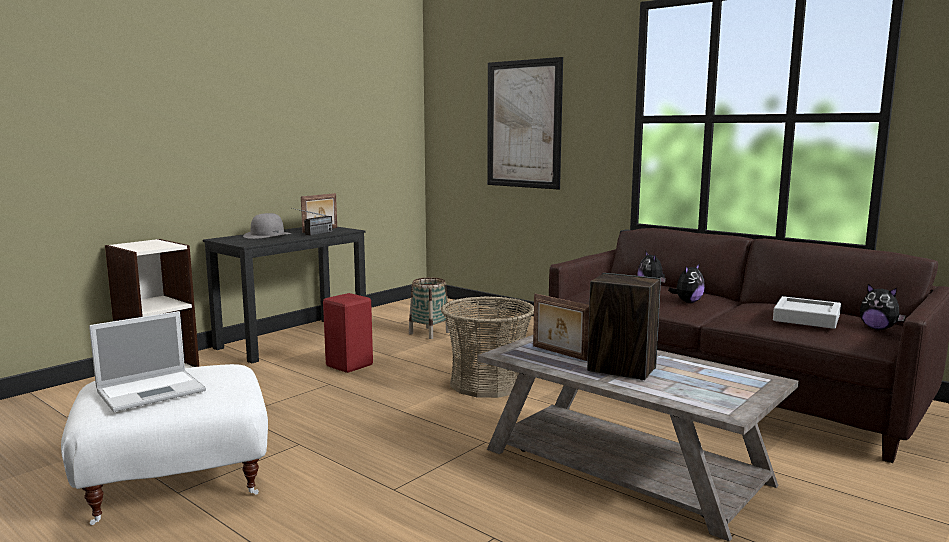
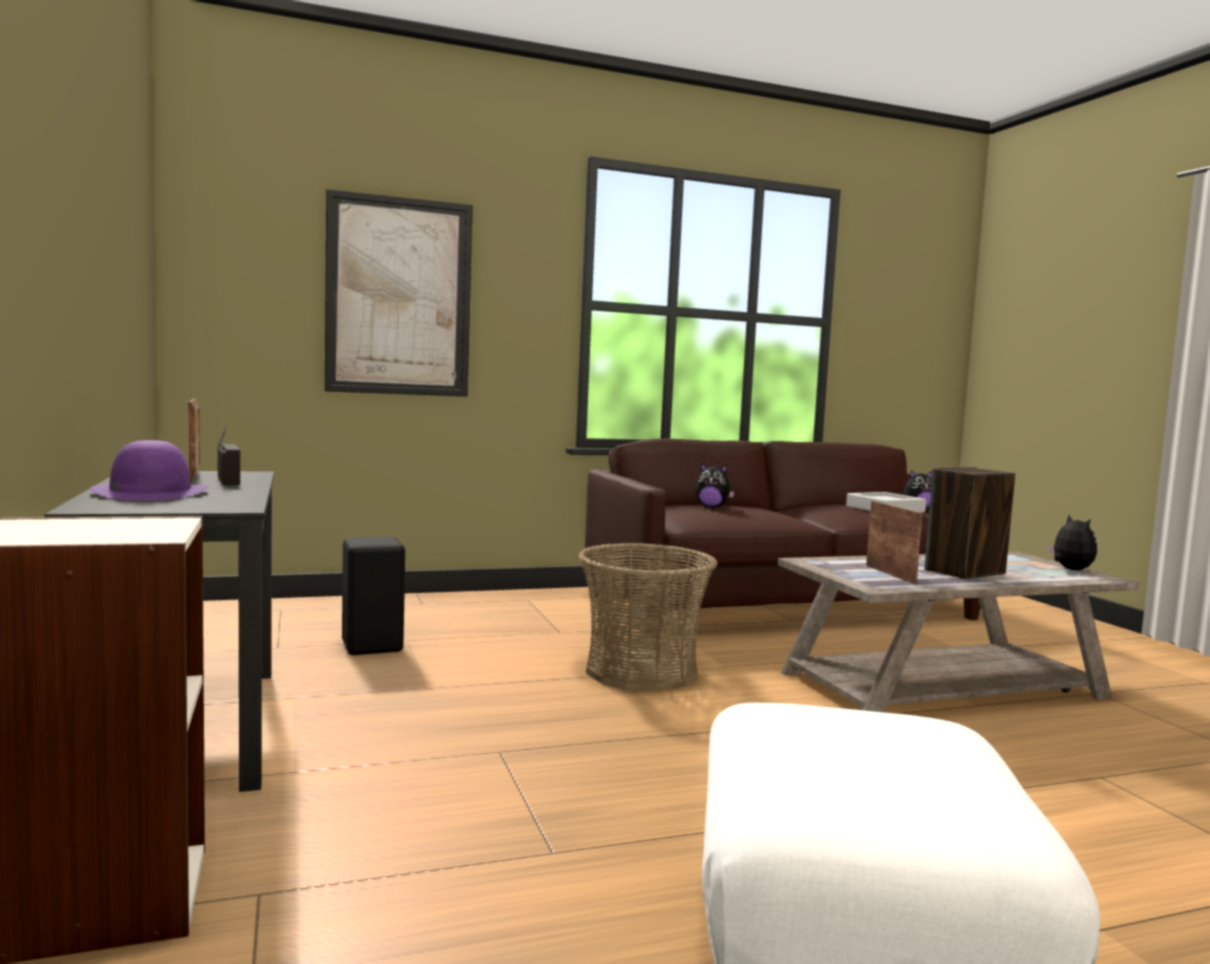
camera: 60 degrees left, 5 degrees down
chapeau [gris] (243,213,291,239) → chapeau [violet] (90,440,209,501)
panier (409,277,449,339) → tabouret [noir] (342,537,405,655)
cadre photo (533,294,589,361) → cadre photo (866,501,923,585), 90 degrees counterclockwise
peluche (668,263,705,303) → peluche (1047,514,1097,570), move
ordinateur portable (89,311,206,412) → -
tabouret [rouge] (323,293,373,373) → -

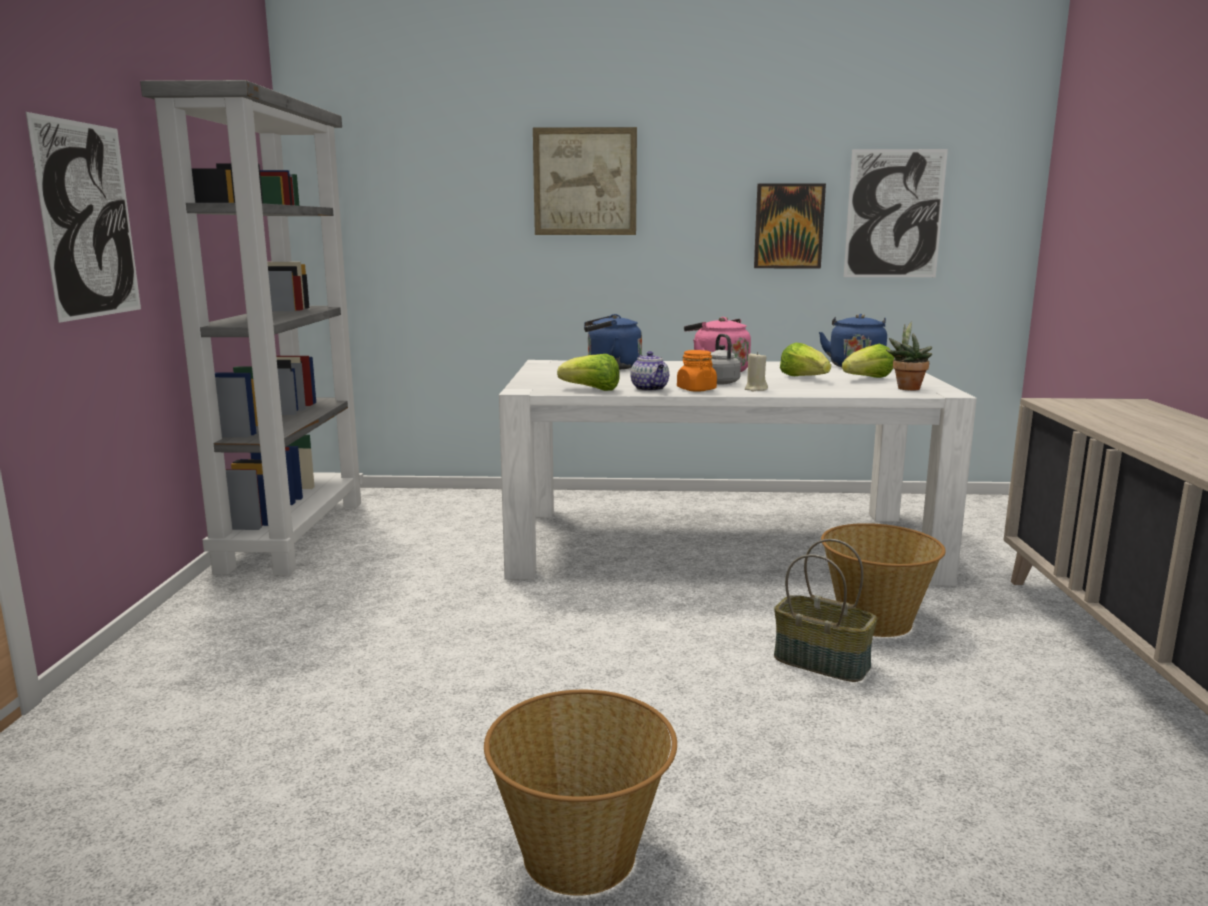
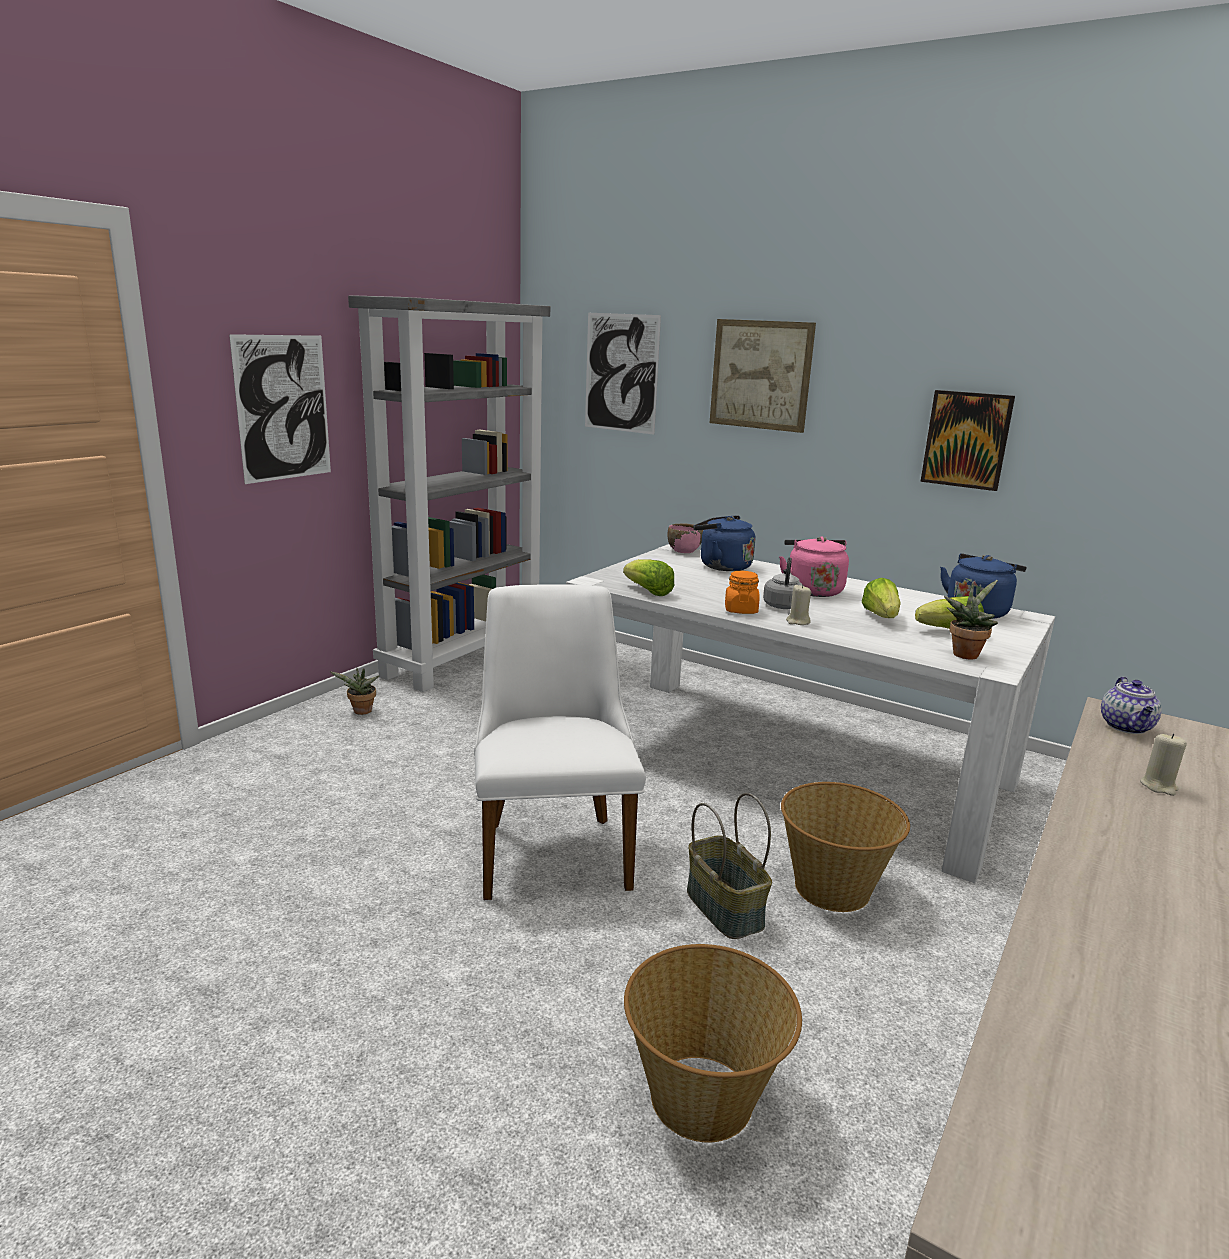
camera: 30 degrees right, 5 degrees up
- → plante en pot (329,667,379,715)
- → chaise [blanc] (474,584,646,900)
tableau (844,149,948,277) → tableau (585,313,661,435), move
panier (484,690,677,896) → panier (624,944,802,1143), move
- → bol [rose] (667,524,703,553)
théière (630,351,669,391) → théière (1101,677,1162,734), move
- → bougie [beige] (1140,733,1187,796)

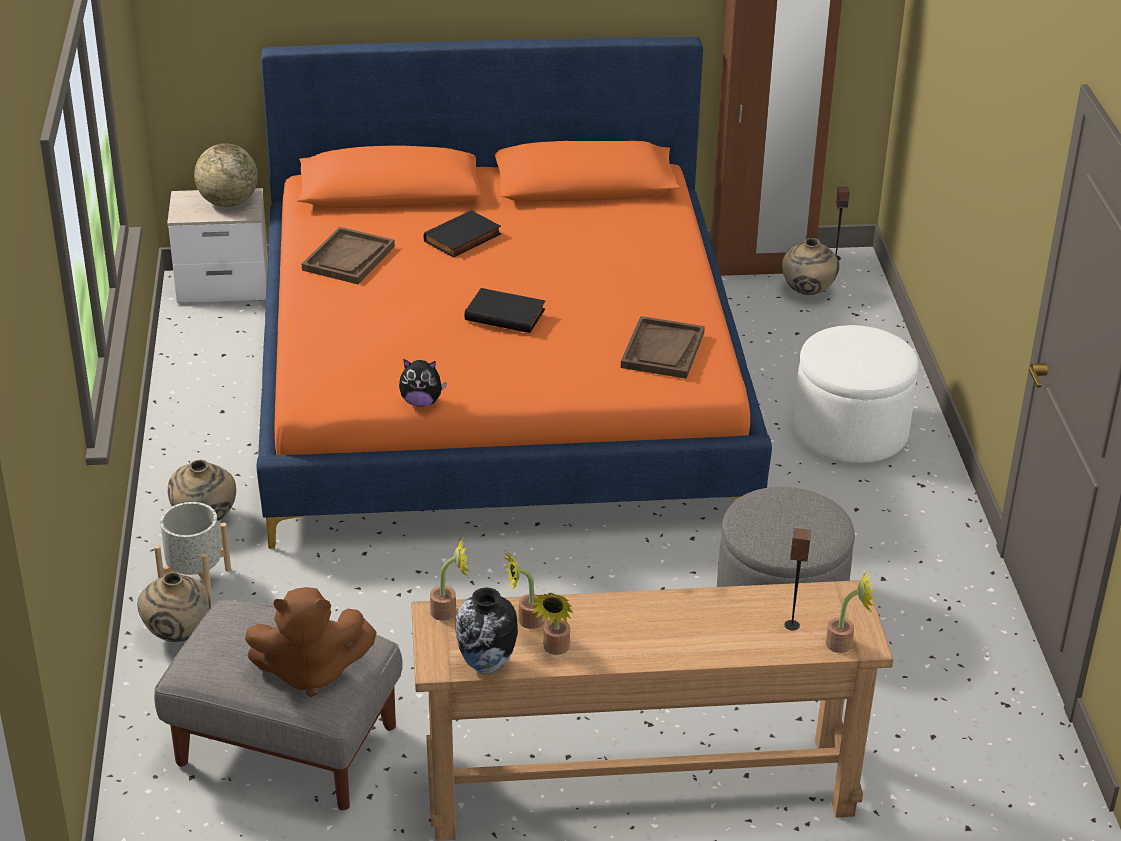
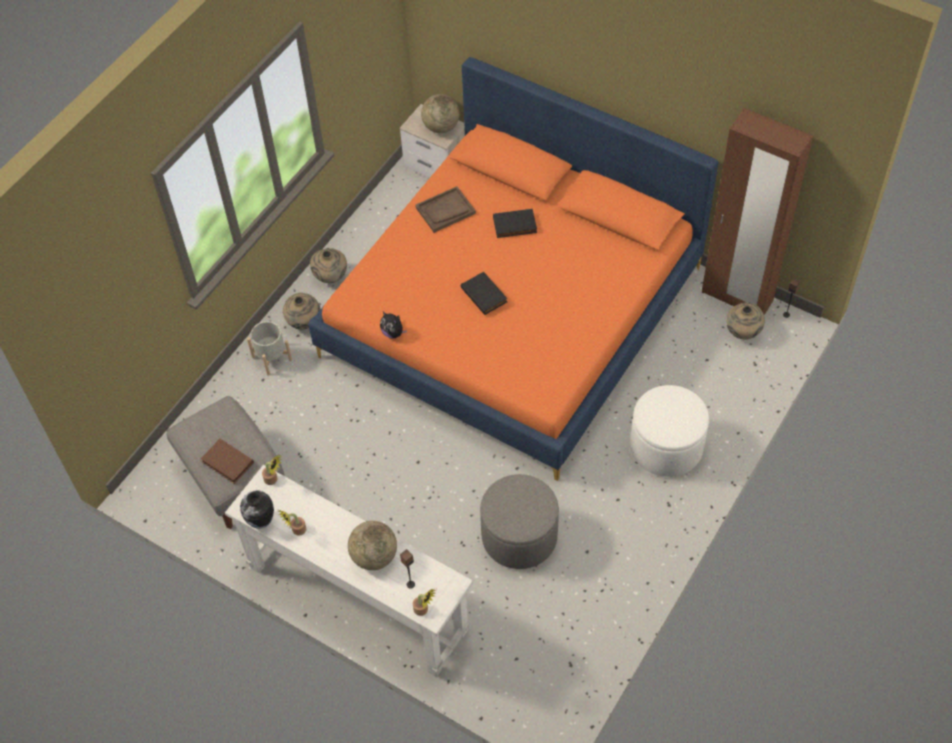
camera: 40 degrees right, 20 degrees up
peluche [marron] (245,587,377,697) → livre [marron] (201,438,254,484)
table console [marron] (411,580,894,841) → table console [blanc] (225,465,473,677)
vase [beige] (138,572,211,642) → vase [beige] (310,248,347,283), move
- → globe (348,521,397,570)
plante en pot (504,551,545,629) → -
plateau [marron] (621,316,705,379) → -

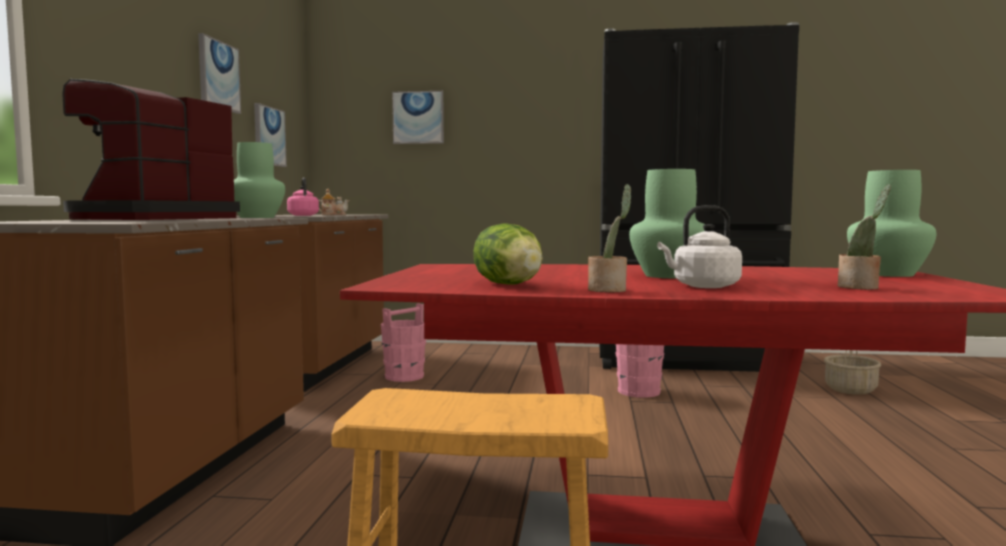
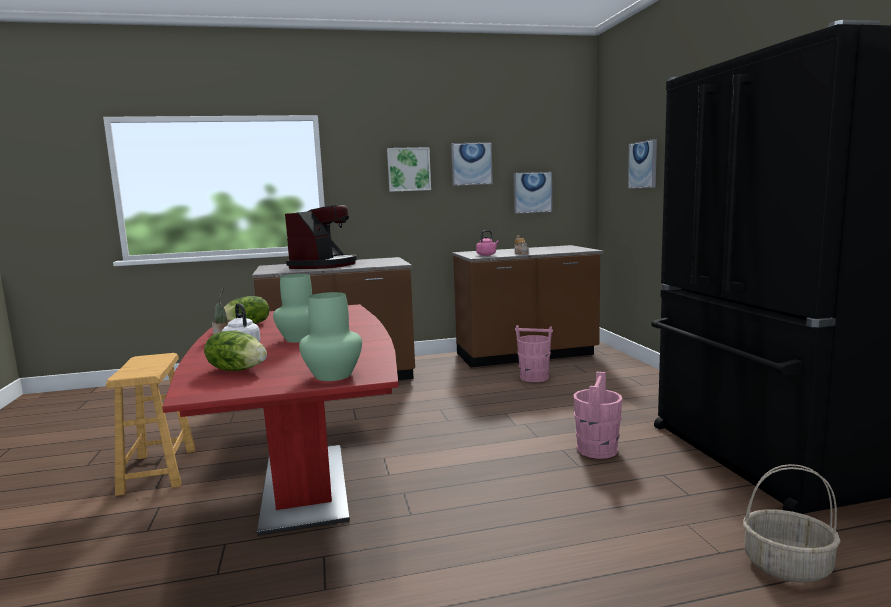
camera: 70 degrees right, 5 degrees up
plante en pot (838,184,891,290) → laitue (204,331,267,371)
machine à café (62,79,240,220) → machine à café (285,204,357,269), 105 degrees clockwise
- → tableau (387,147,431,192)
vase [vert] (234,142,285,218) → -

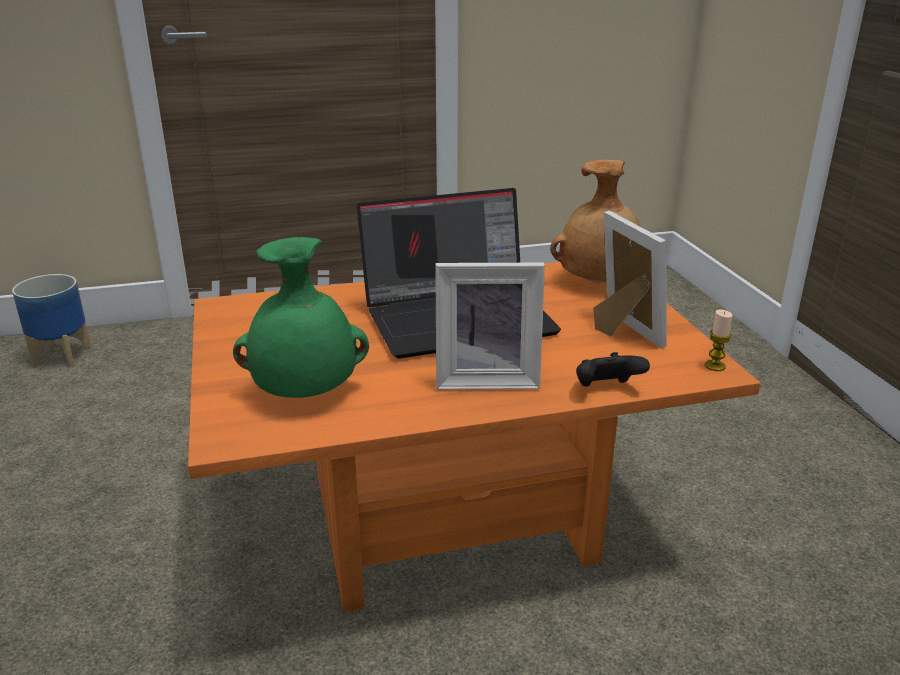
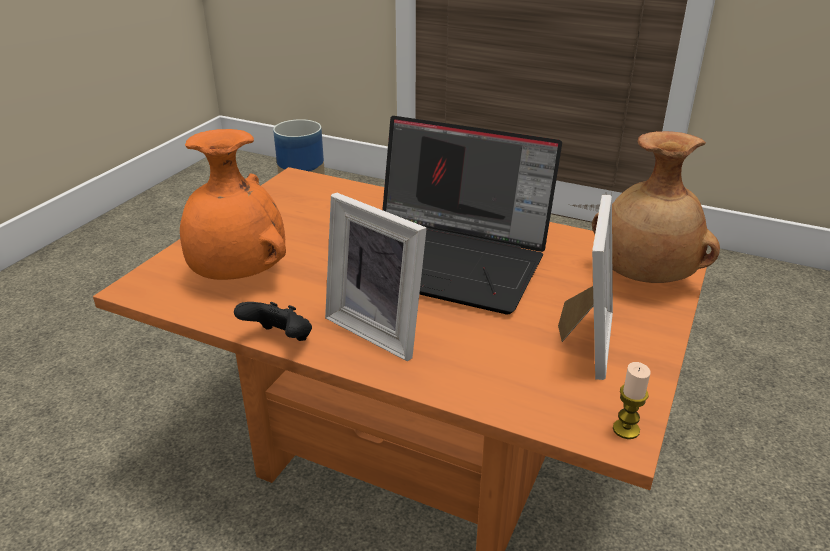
camera: 40 degrees right, 5 degrees up
vase [vert] (233,237,369,398) → vase [orange] (180,129,286,280)
manette [noir] (576,352,650,387) → manette [noir] (234,302,312,341), move

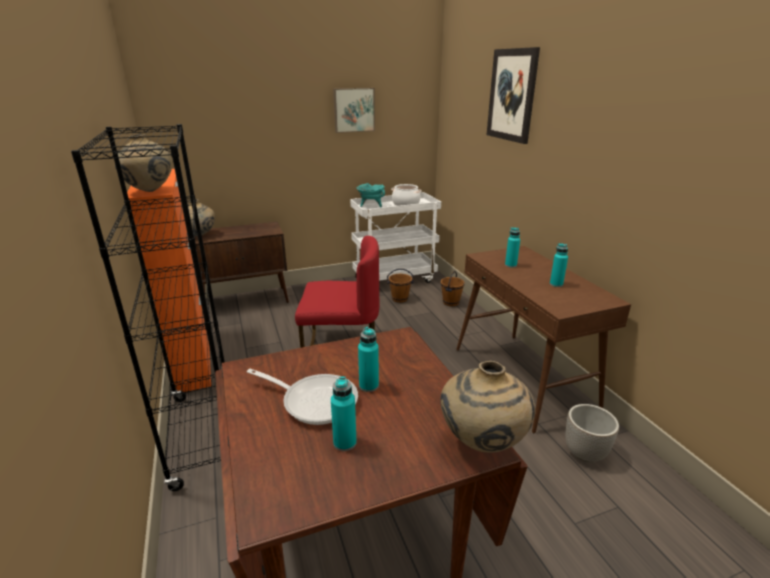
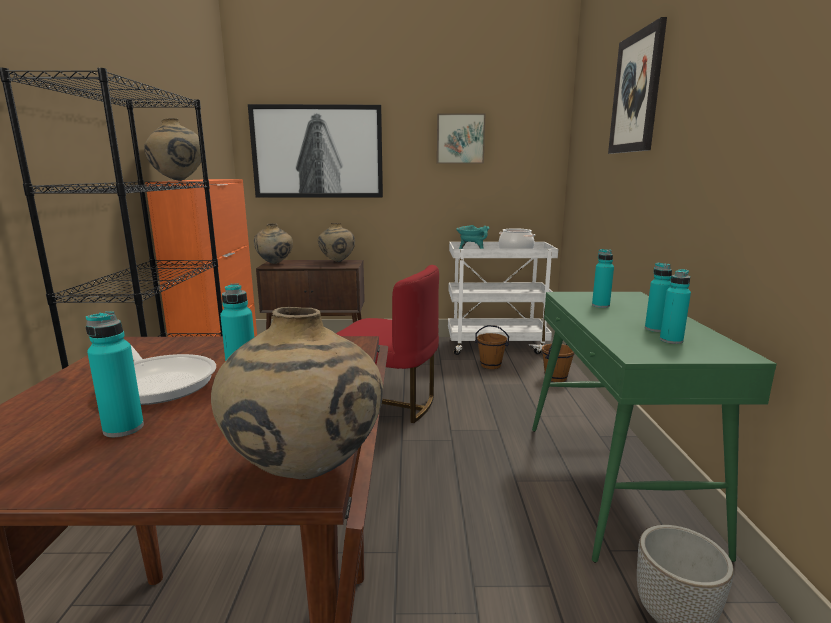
camera: 20 degrees right, 10 degrees down
- → tableau (248,104,383,198)
- → vase [beige] (318,223,355,262)
table console [marron] (456,246,631,433) → table console [vert] (532,292,777,563)
- → bouteille [turquoise] (660,269,691,344)

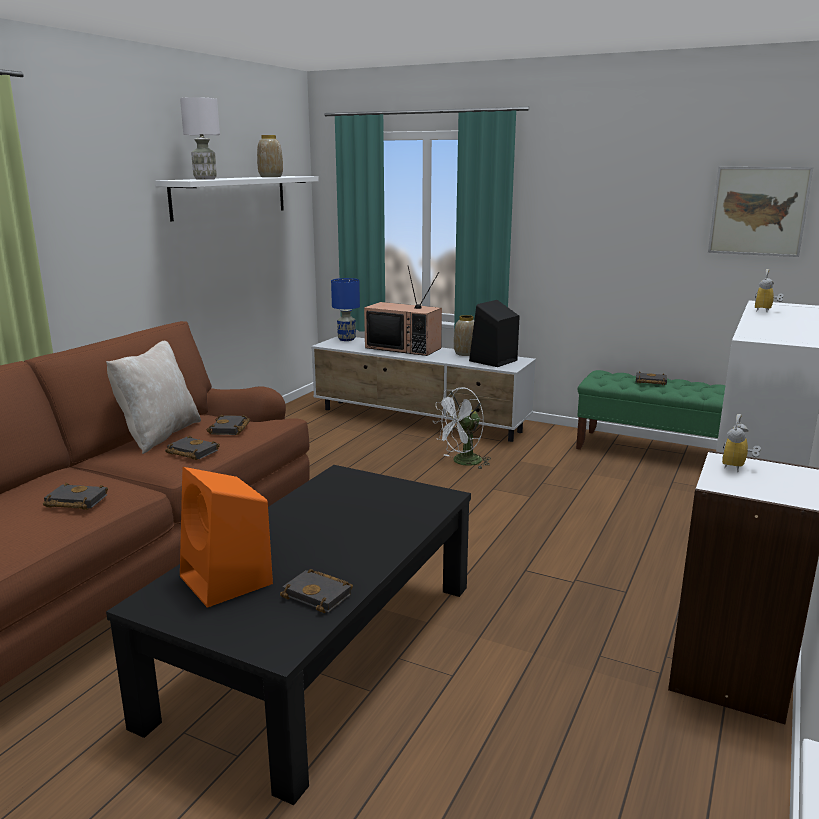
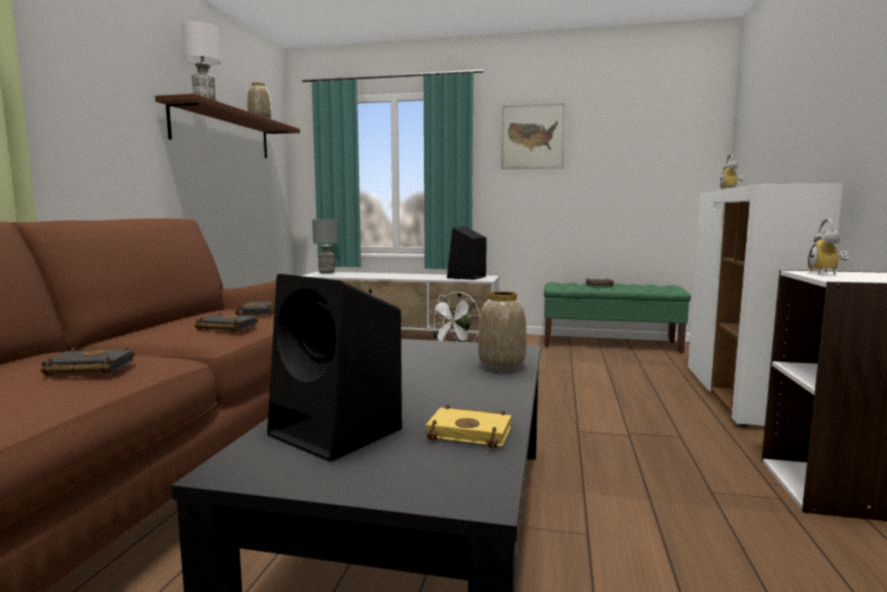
camera: 15 degrees left, 10 degrees down
étagère [blanc] (155,176,319,221) → étagère [marron] (155,94,300,158)
enceinte [orange] (180,467,273,608) → enceinte [noir] (267,274,402,462)
lampe de table [bleu] (331,278,360,341) → lampe de table [gris] (312,219,338,274)
livre [noir] (280,569,353,613) → livre [jaune] (426,404,512,448)
vase (454,315,474,356) → vase (478,291,527,372), move
tableau (708,167,813,257) → tableau (501,103,566,169), move
coussin [beige] (106,341,201,454) → -
téléviseur (364,267,442,356) → -

